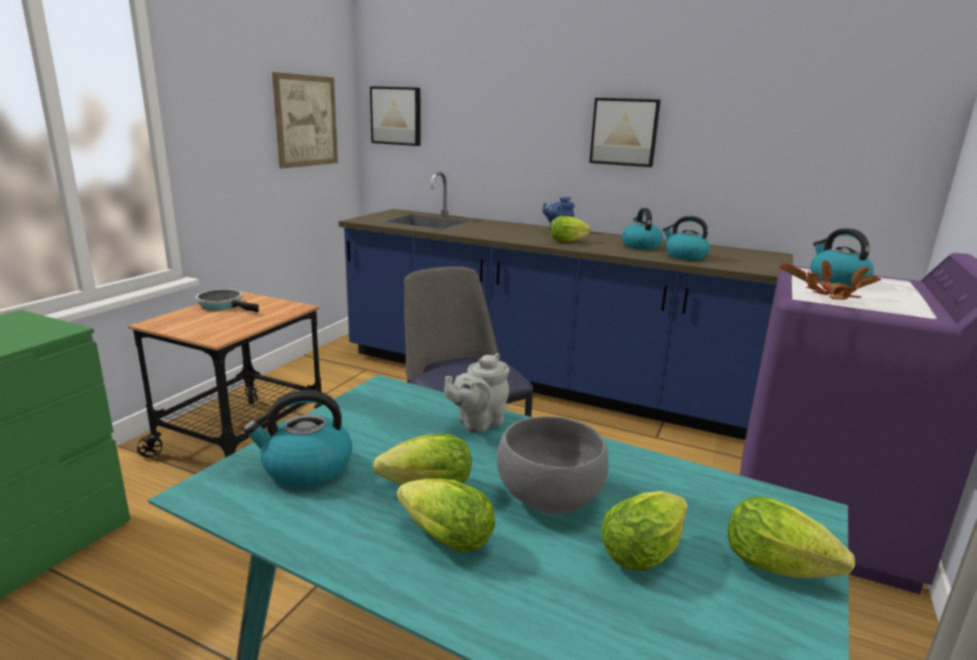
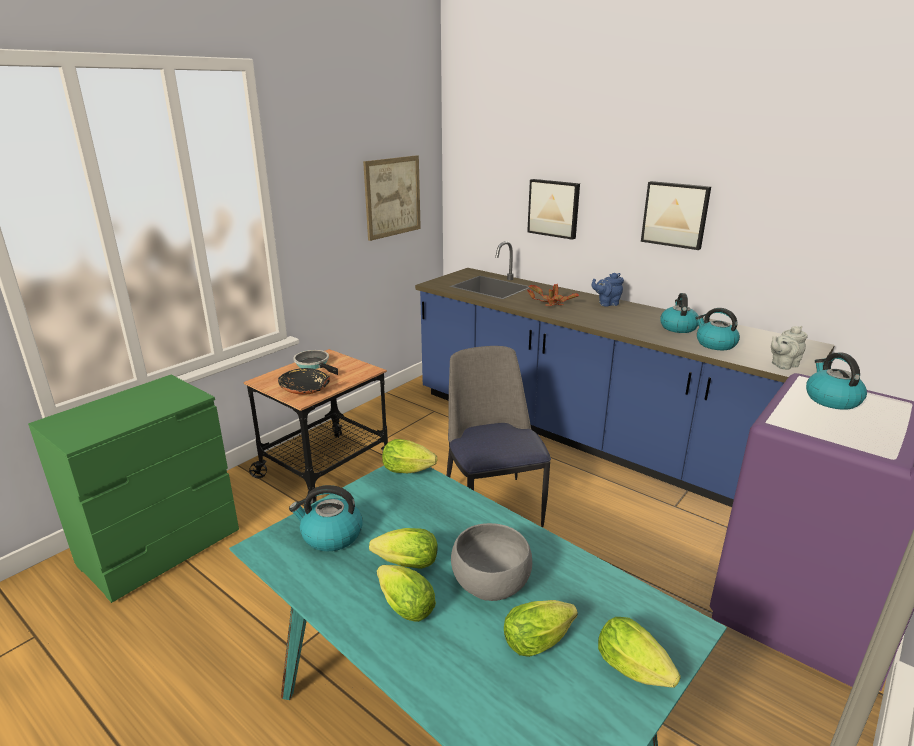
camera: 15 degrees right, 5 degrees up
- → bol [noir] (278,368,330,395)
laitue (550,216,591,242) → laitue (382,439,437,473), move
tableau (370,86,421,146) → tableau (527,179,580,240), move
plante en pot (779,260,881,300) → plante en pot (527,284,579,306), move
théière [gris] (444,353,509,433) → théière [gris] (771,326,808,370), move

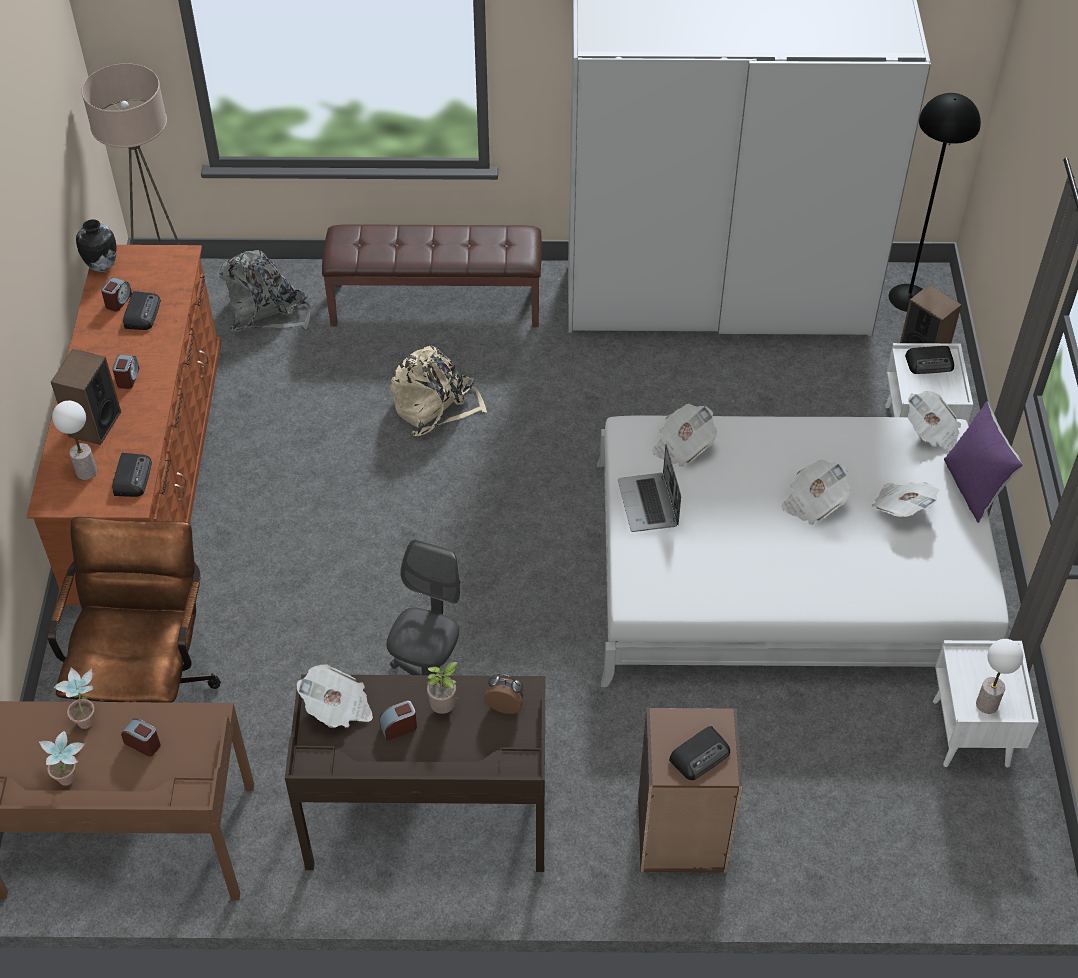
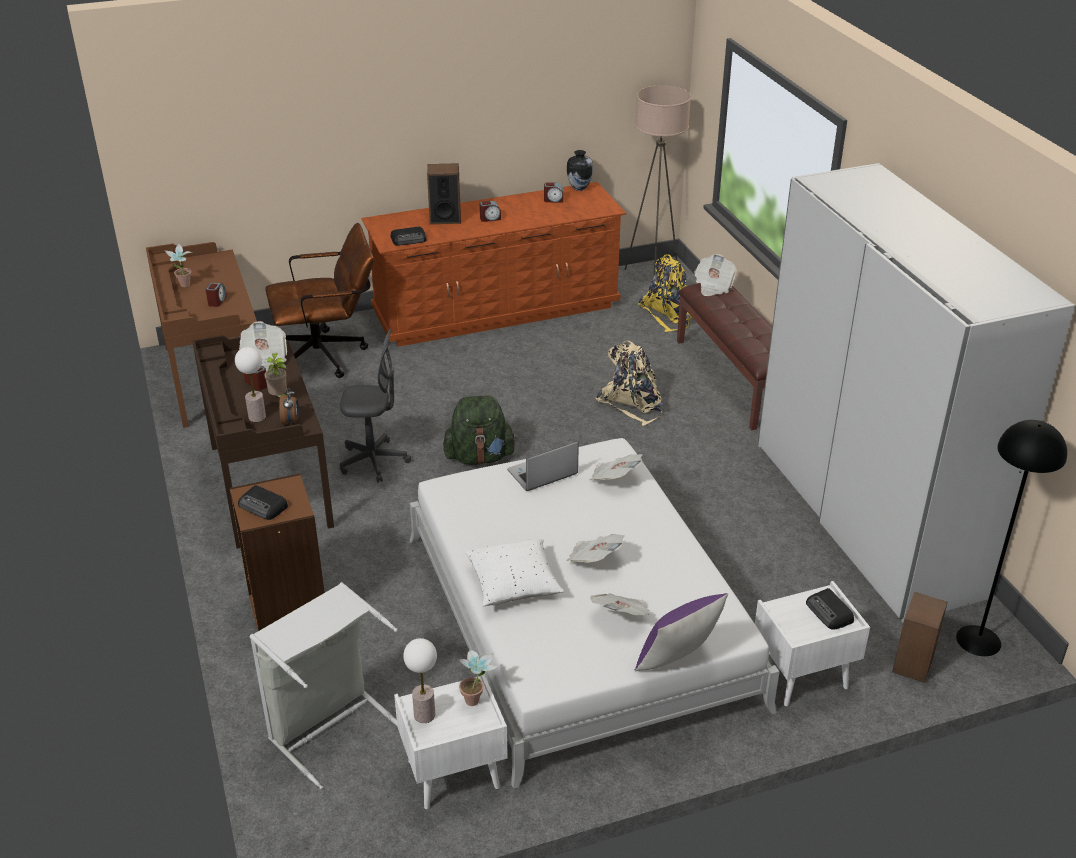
camera: 70 degrees right, 15 degrees down
lampe de table (52,401,97,480) → lampe de table (235,347,266,422), move
- → panier à linge [gris] (250,582,398,789)
- → sac à dos [vert] (443,396,517,465)
plante en pot (54,667,94,729) → plante en pot (459,650,498,706), move
- → coussin [blanc] (465,538,564,606)
sac à dos [gris] (219,250,310,332) → sac à dos [jaune] (638,254,692,332)
journal (908,391,961,451) → journal (694,254,737,296), move
radio (123,291,161,330) → -

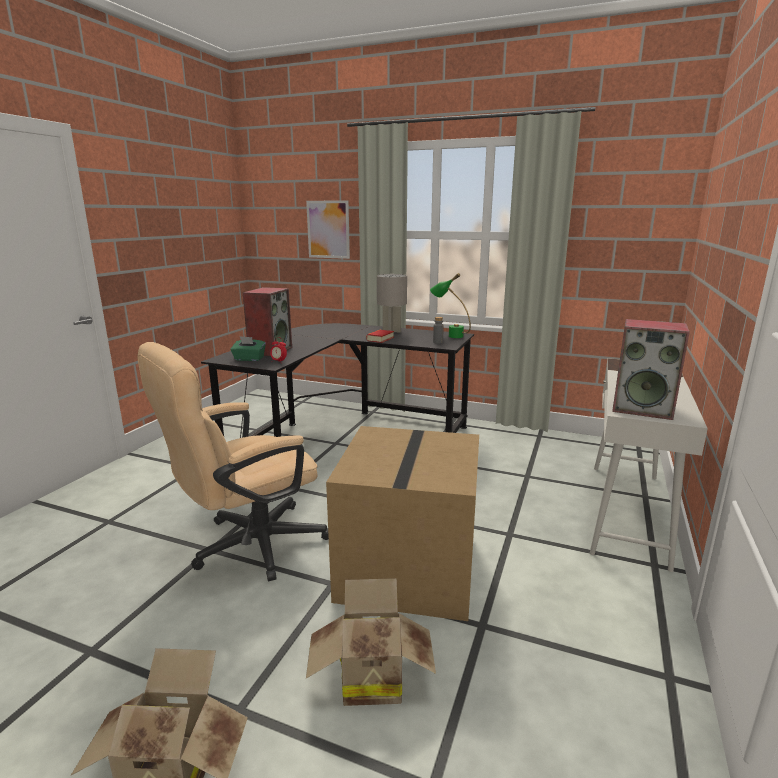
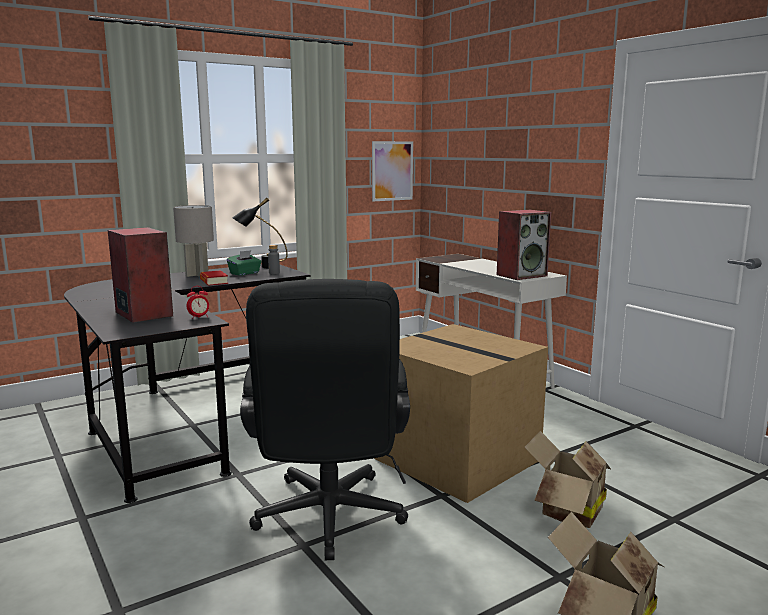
camera: 55 degrees left, 5 degrees down
boîte à mouchoirs [vert] (230,336,266,361) → boîte à mouchoirs [vert] (227,250,262,276), move
lampe de table [vert] (430,273,471,338) → lampe de table [noir] (232,197,288,268)
chaise de bureau [beige] (137,342,329,582) → chaise de bureau [noir] (240,279,410,560)
tableau (306,200,350,259) → tableau (372,141,413,201), move

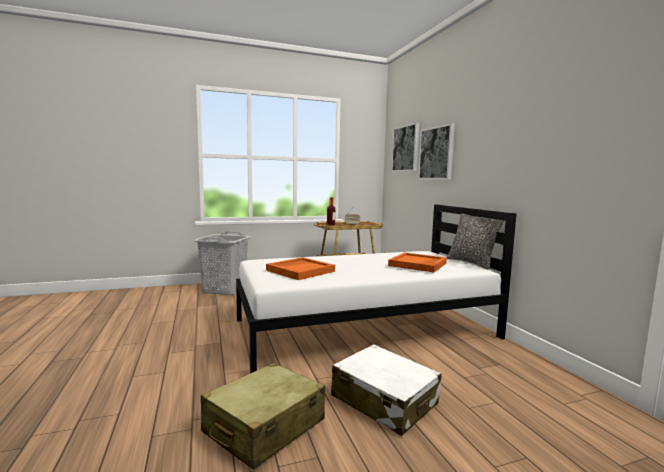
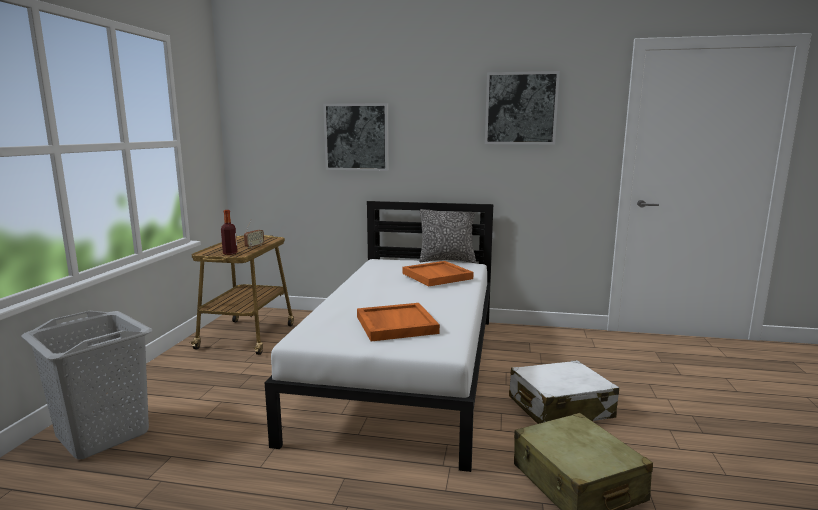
camera: 60 degrees left, 5 degrees up
tableau (391,122,419,172) → tableau (485,71,560,144), move

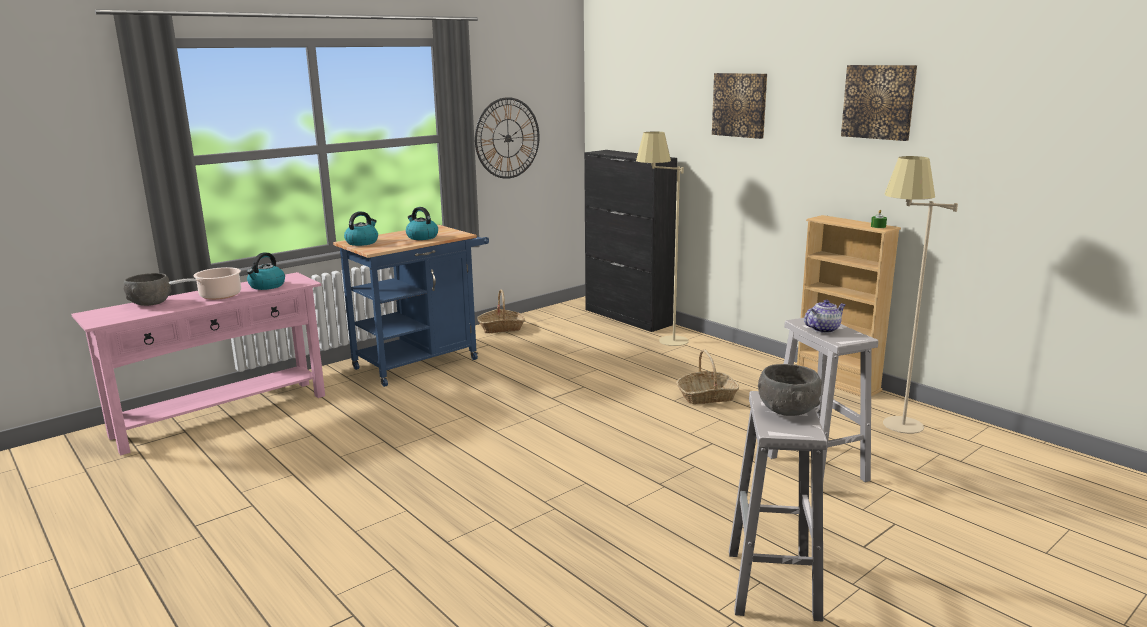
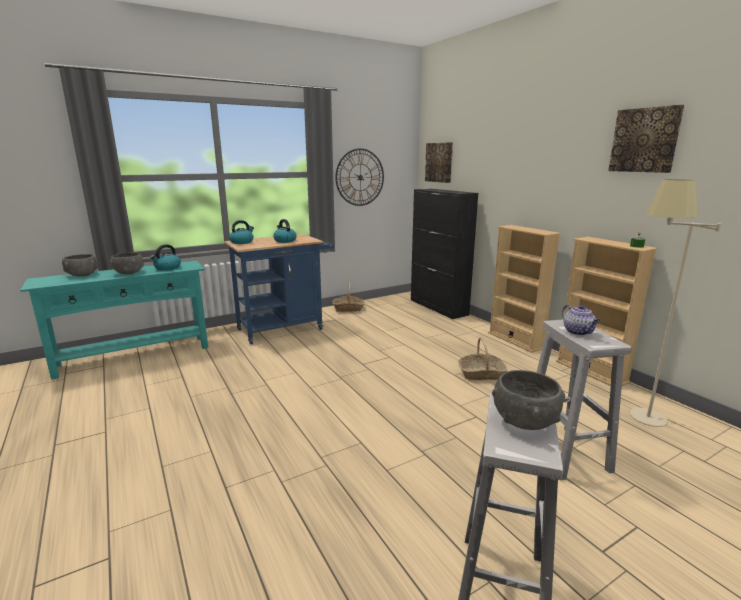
camera: 10 degrees right, 0 degrees up
table console [rose] (71,272,325,455) → table console [turquoise] (20,261,208,380)
marmite (169,267,241,300) → bol [gris] (110,252,144,274)
tableau (712,73,767,139) → tableau (425,142,453,183), move
- → bibliothèque [beige] (488,225,561,353)
théière (804,300,846,333) → théière (562,305,600,335), 90 degrees clockwise
lampadaire [beige] (636,131,689,346) → -

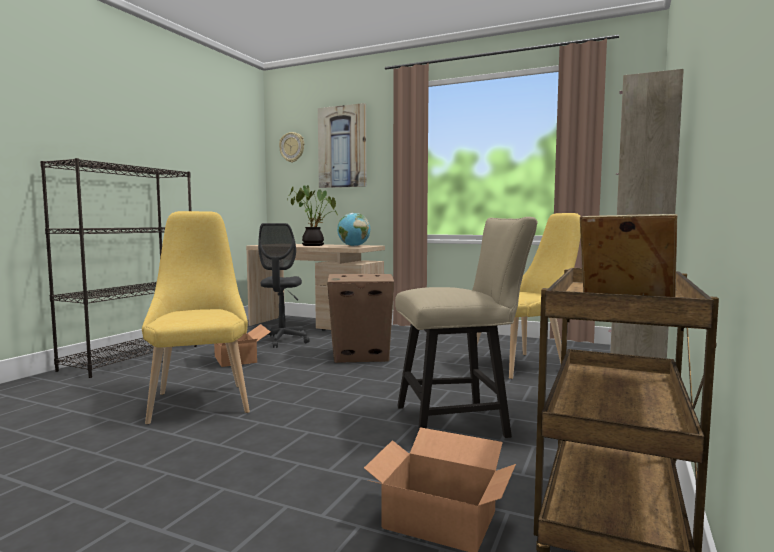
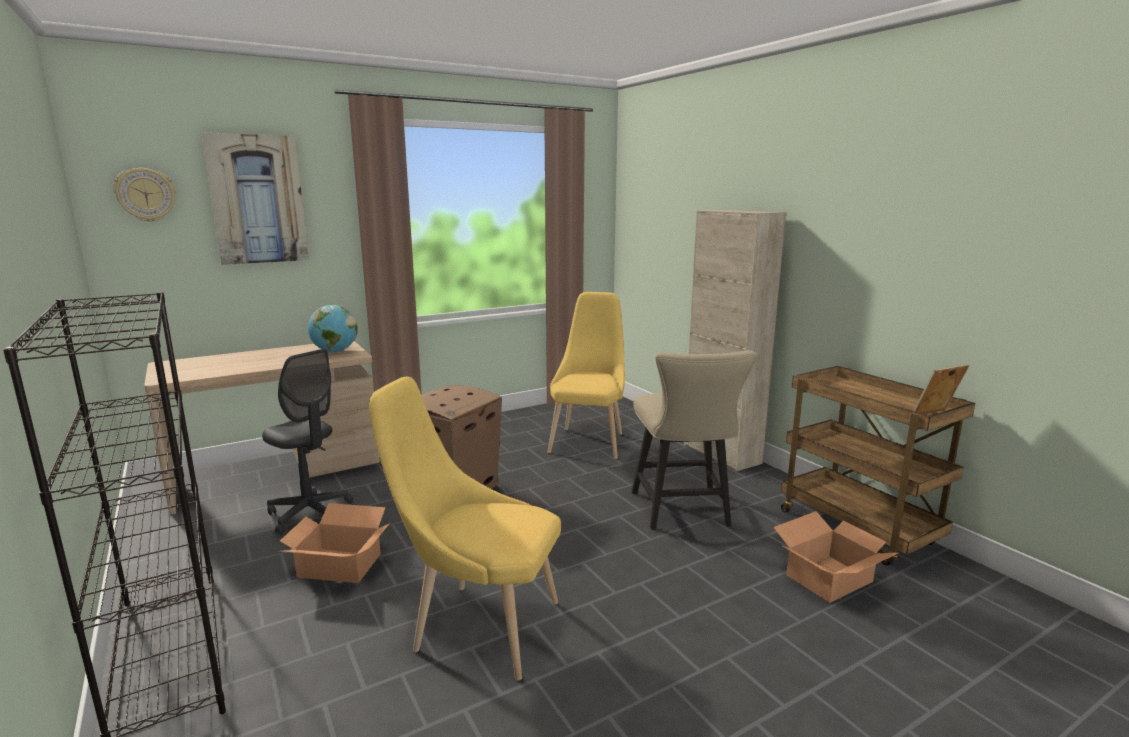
camera: 55 degrees left, 10 degrees up
chaise [beige] (395,217,538,438) → chaise [beige] (632,350,757,530), 150 degrees clockwise
plante en pot (287,185,338,246) → -

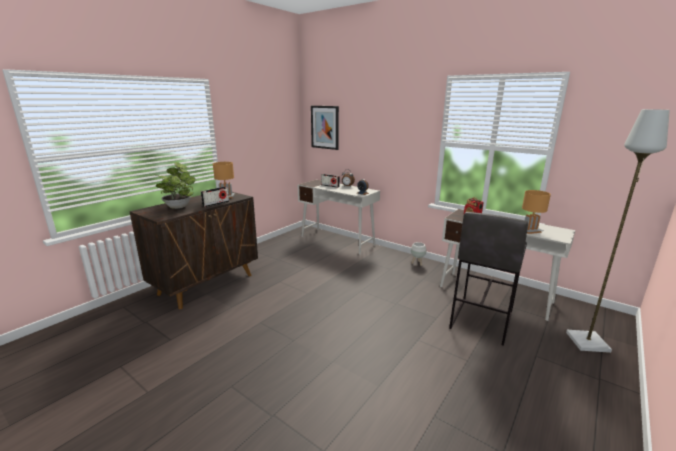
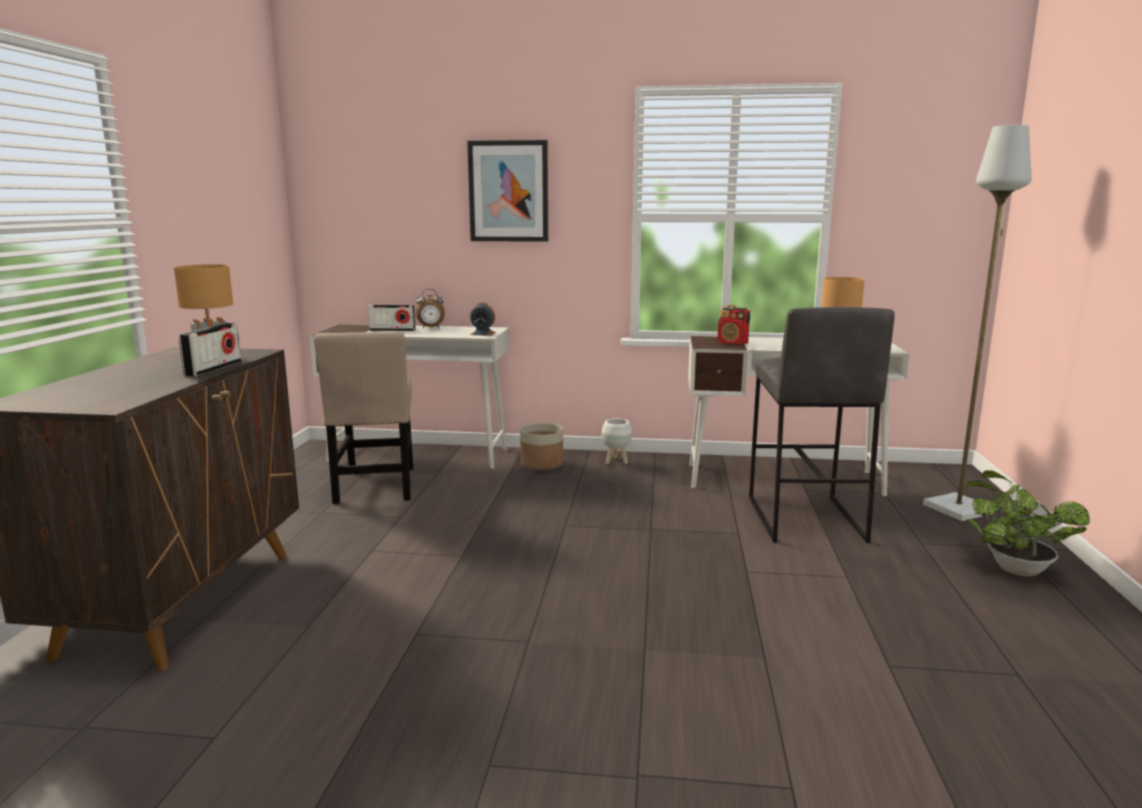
camera: 30 degrees left, 5 degrees down
- → chaise [beige] (314,331,413,504)
tableau (311,106,339,150) → tableau (467,140,548,242), move
- → cache-pot (520,423,563,470)
plante en pot (156,162,195,209) → plante en pot (966,470,1090,576), move

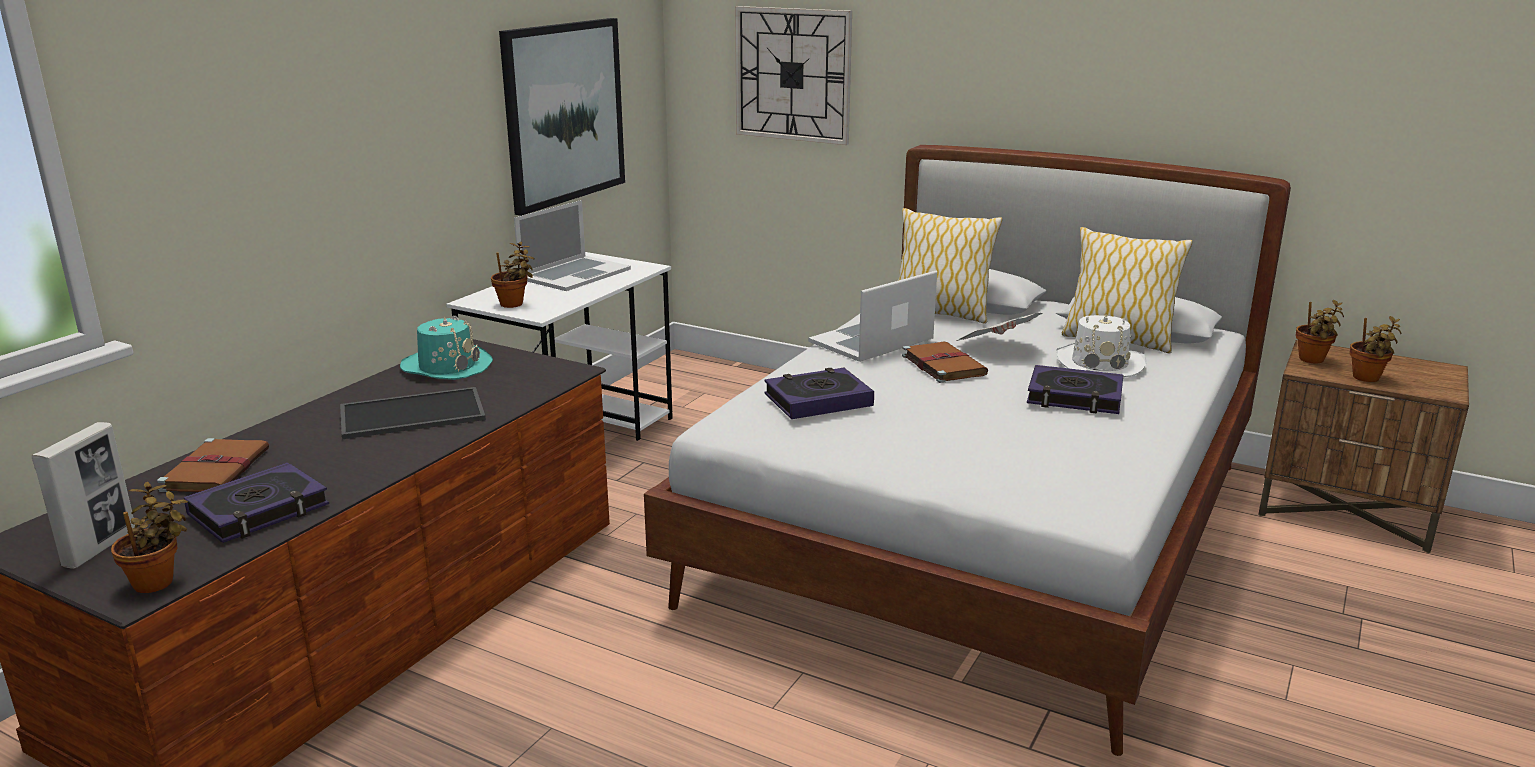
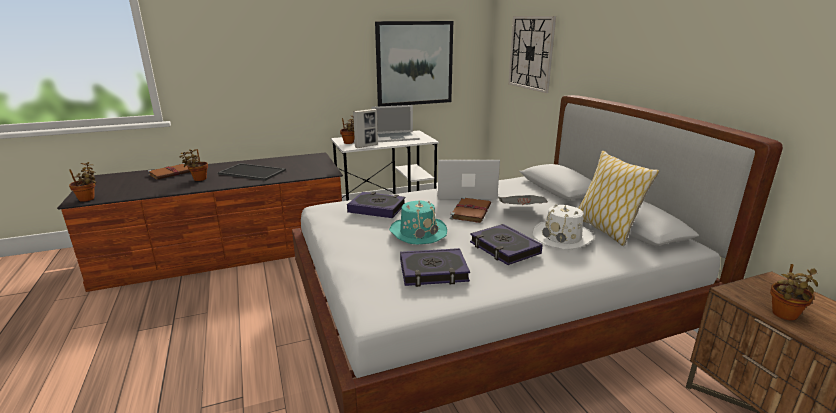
camera: 40 degrees right, 0 degrees up
plante en pot (1296,300,1344,363) → plante en pot (180,149,208,181), move
cadre photo (32,422,135,569) → cadre photo (353,109,378,148), move
chapeau [turquoise] (400,316,493,380) → chapeau [turquoise] (389,200,447,244), move
livre (184,463,329,543) → livre (400,248,470,287), move
coussin (898,208,1002,324) → -

